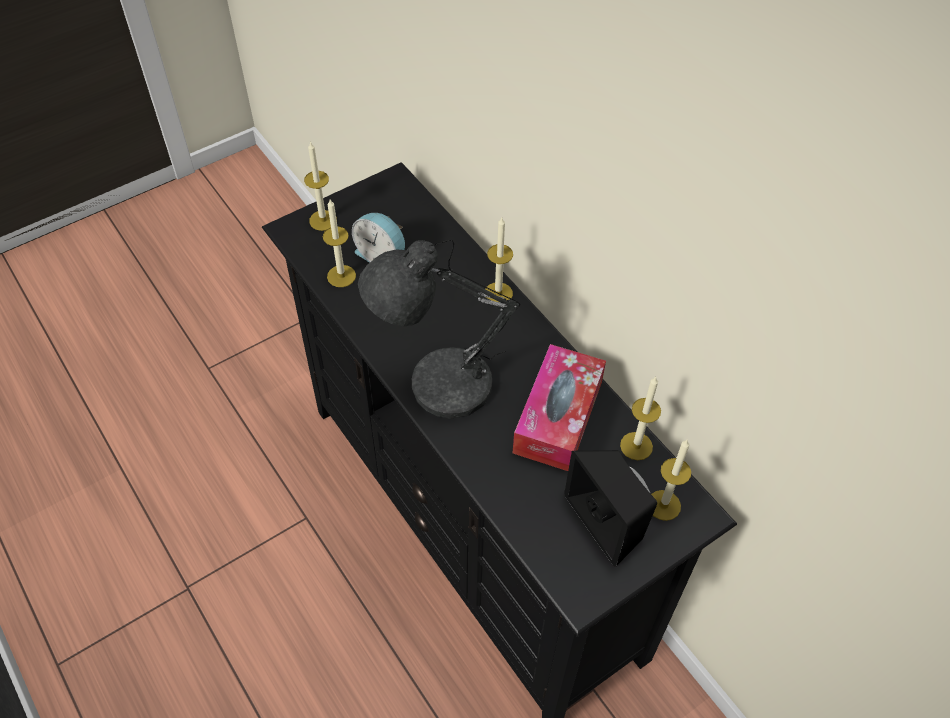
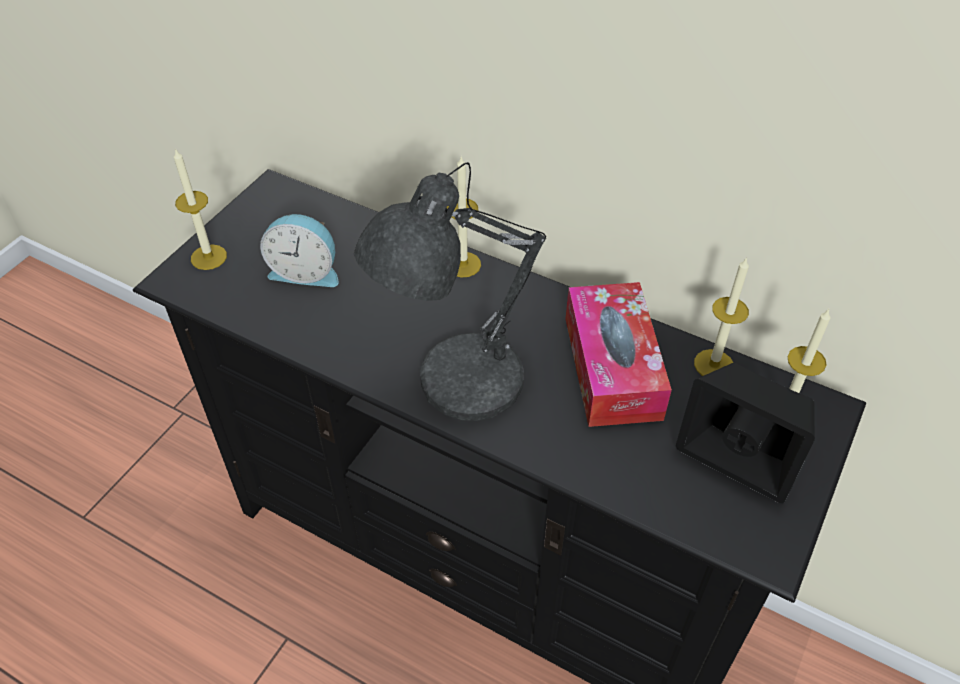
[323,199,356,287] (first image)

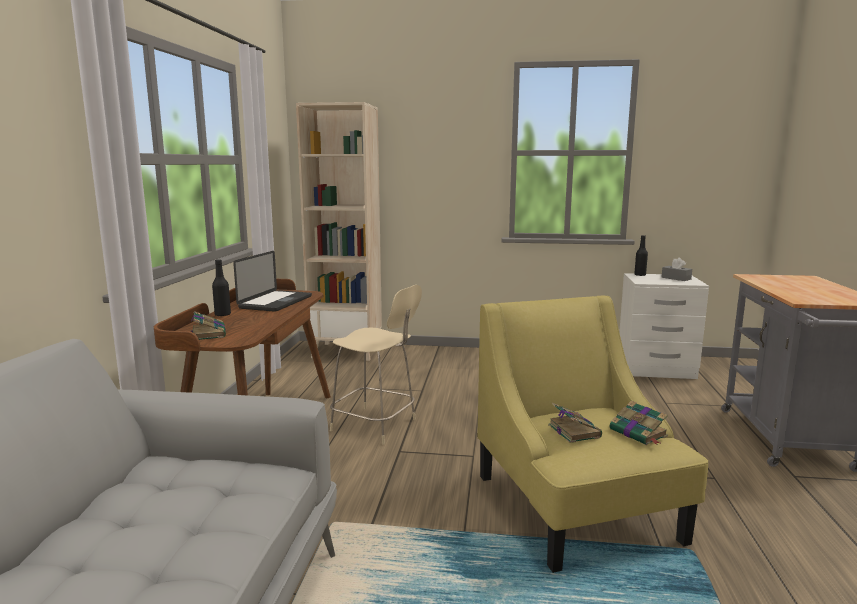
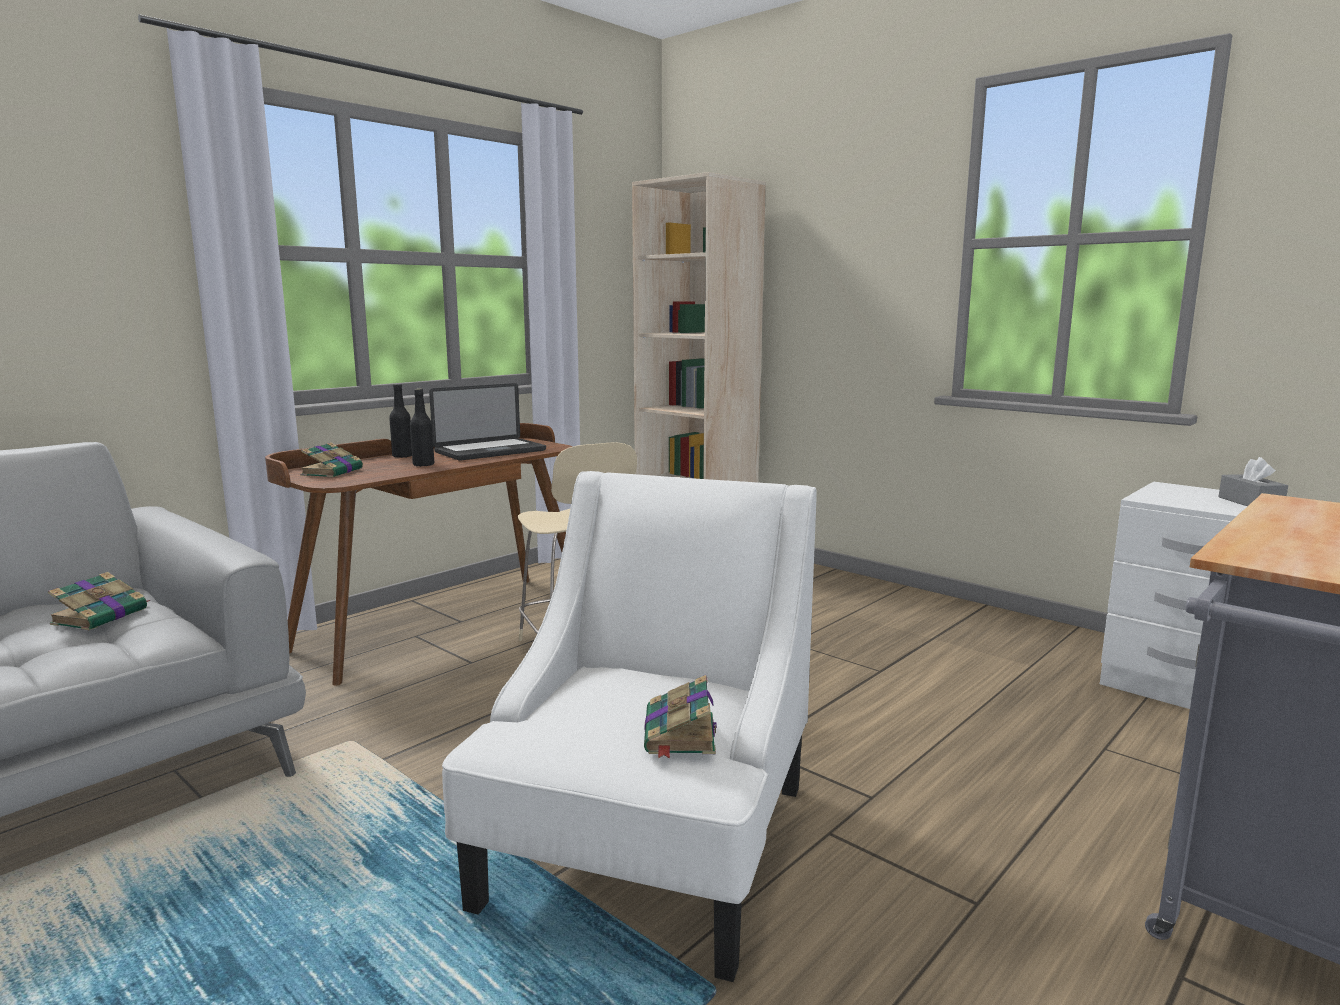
[48,572,150,630]
[410,389,434,467]
[442,471,817,982]

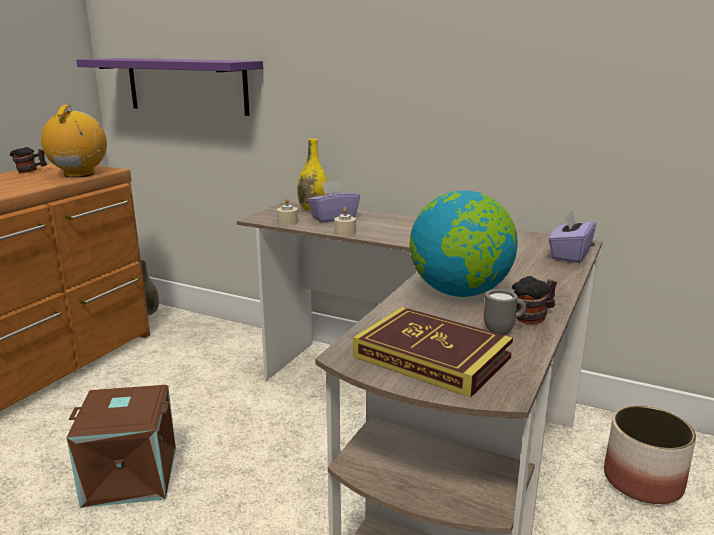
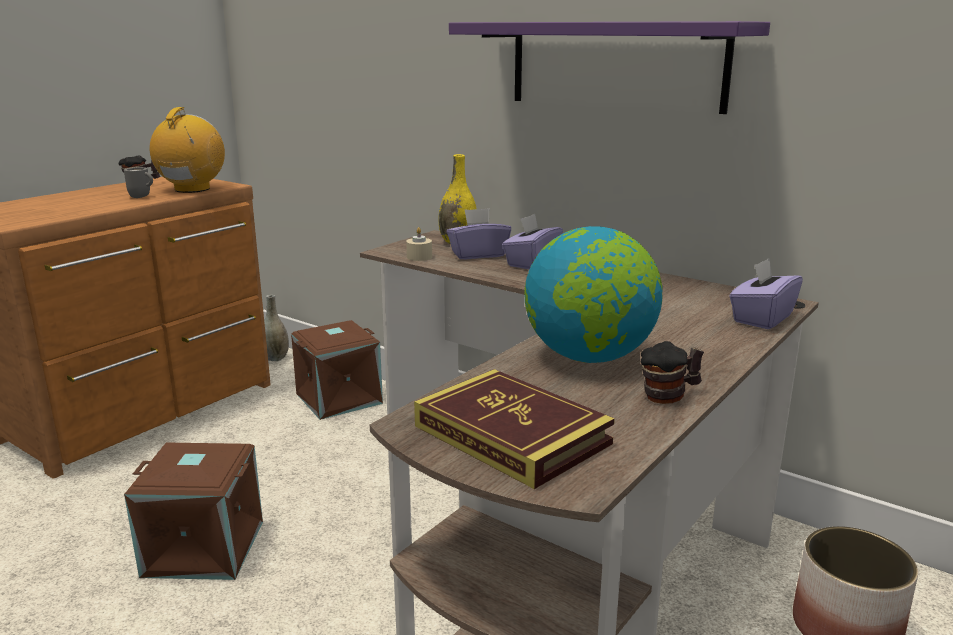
[334,207,356,236] (first image)
[291,320,383,420]
[502,214,563,269]
[449,21,770,114]
[124,167,153,198]

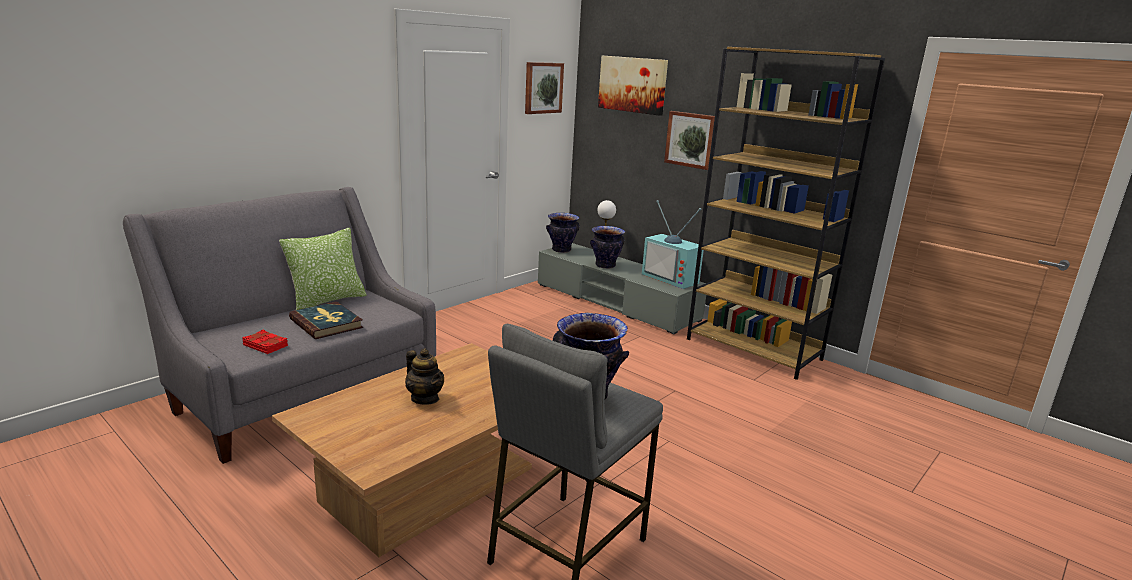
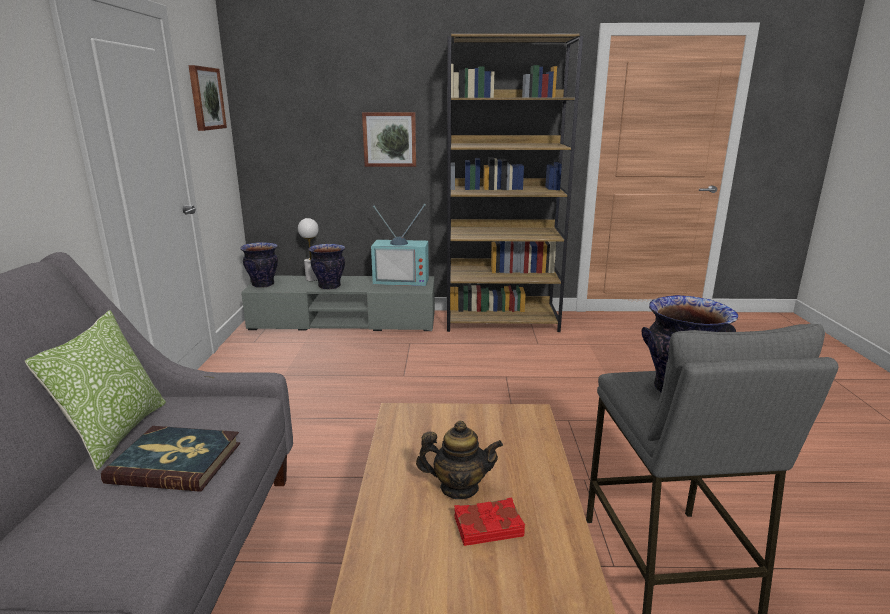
[598,56,668,116] (first image)
[454,497,525,546]

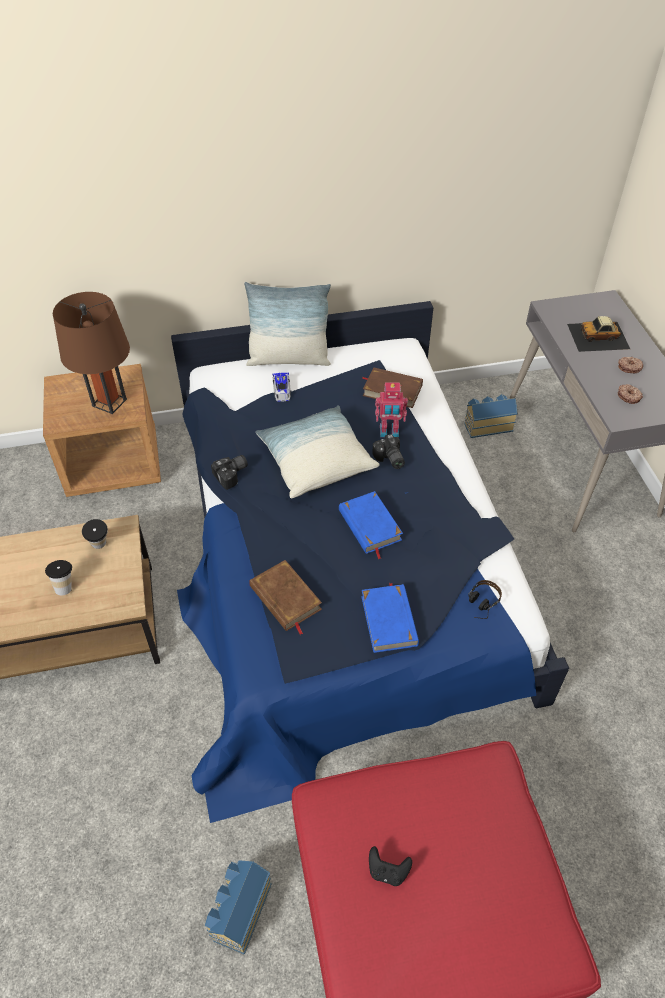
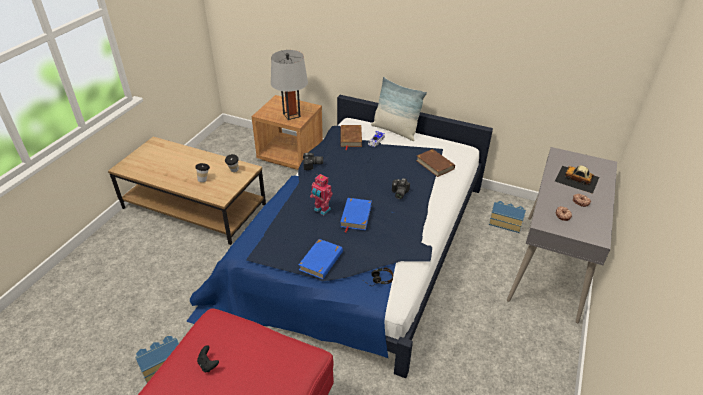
[256,406,380,498] (first image)
[340,125,362,150]
[310,174,333,215]
[271,50,308,120]

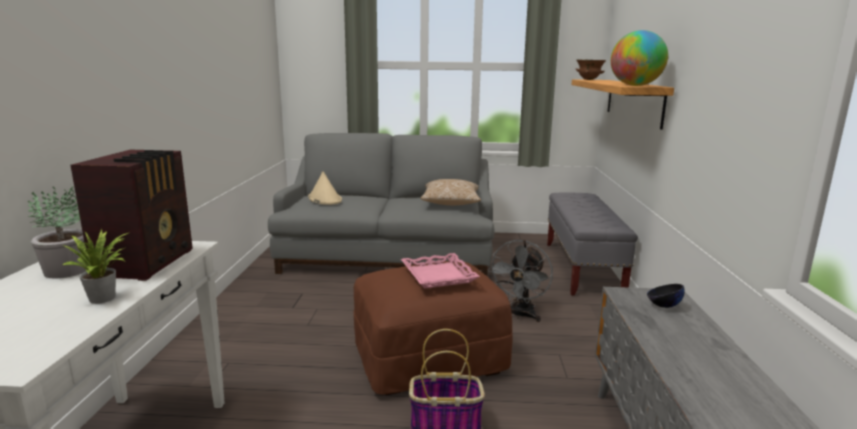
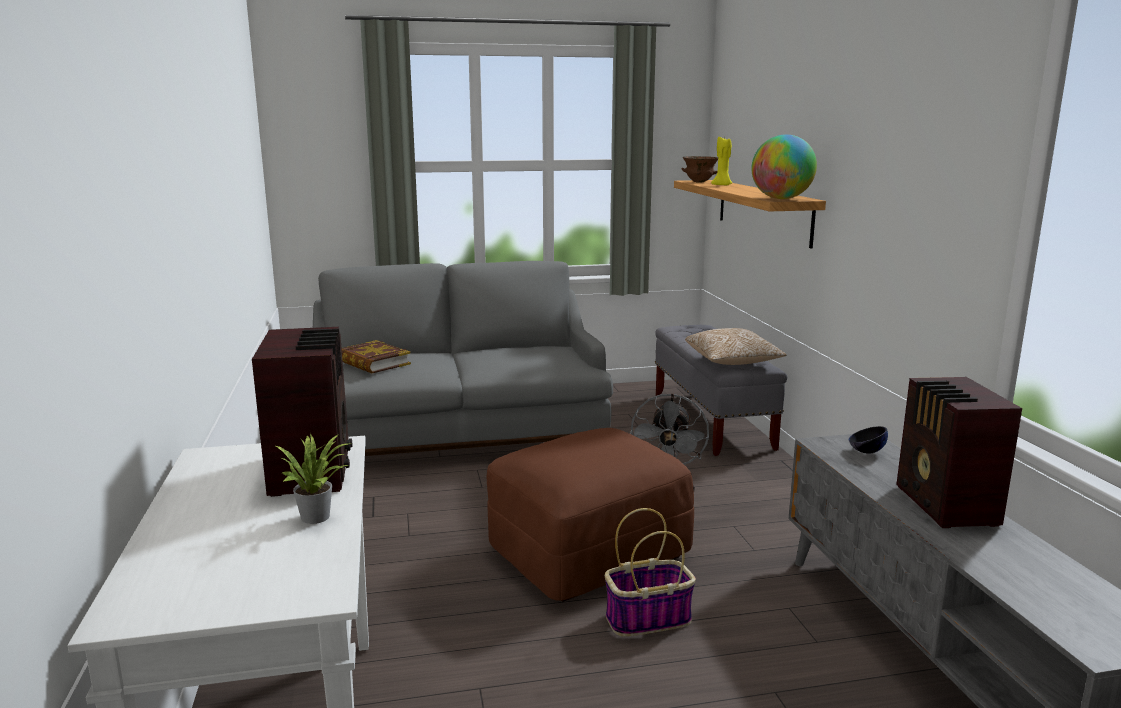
[28,186,86,279] (first image)
[401,253,480,288] (first image)
[711,137,732,185]
[896,377,1022,528]
[685,328,787,365]
[342,340,411,373]

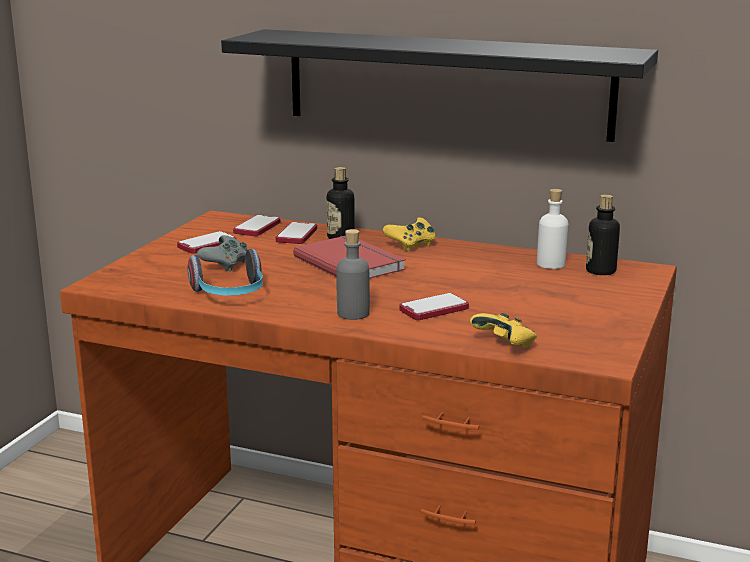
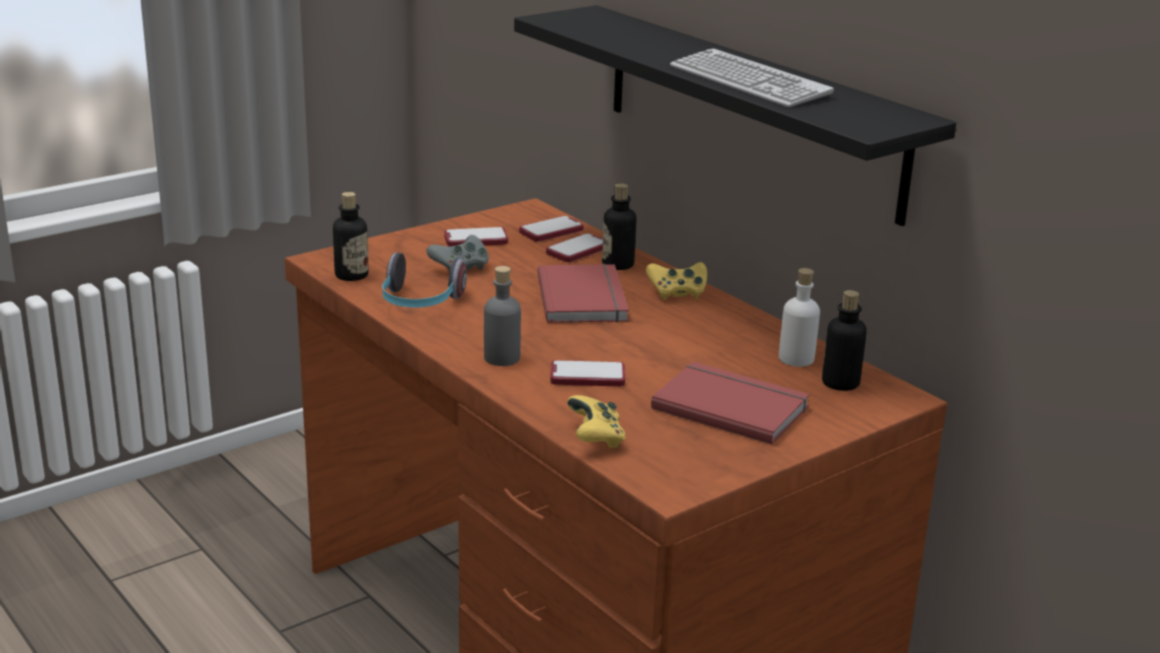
[333,192,369,281]
[651,362,810,444]
[670,49,834,107]

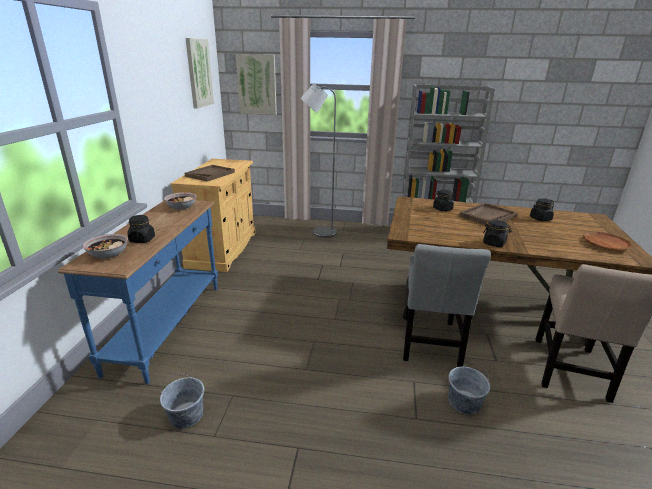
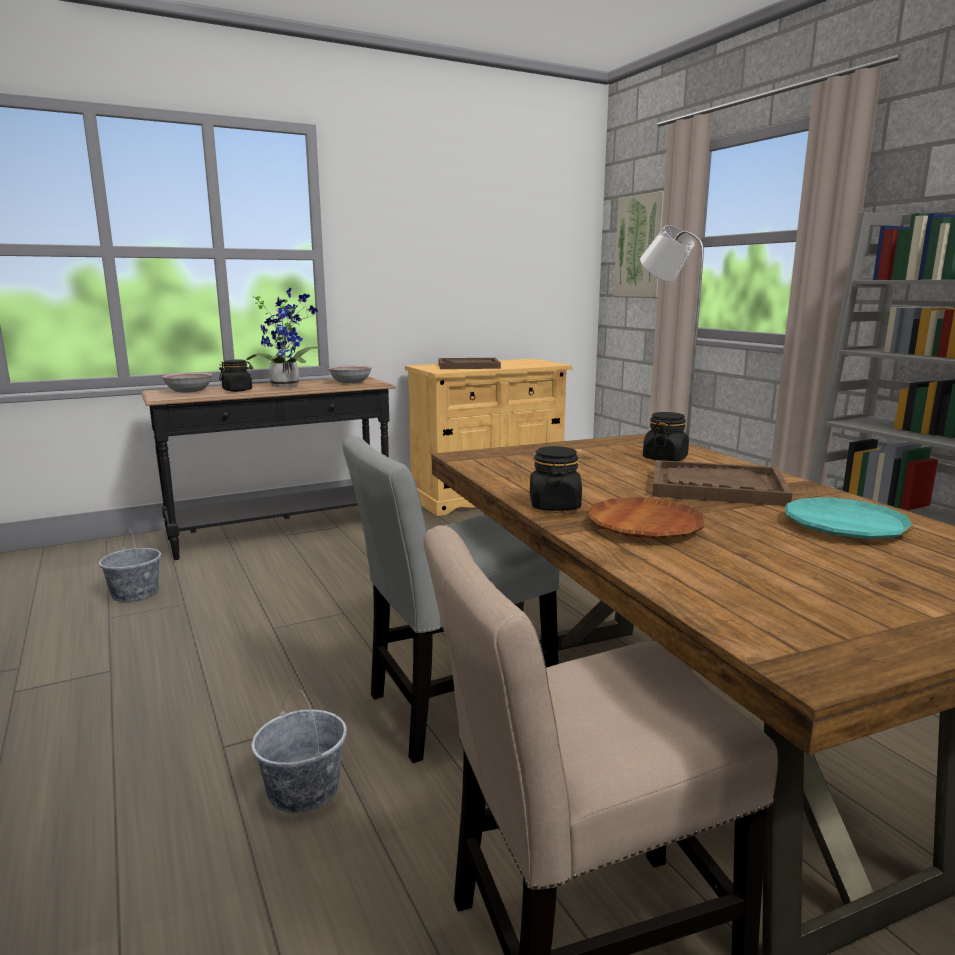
[185,38,214,108] (first image)
[246,288,319,387]
[587,497,705,539]
[785,497,914,539]
[141,377,396,560]

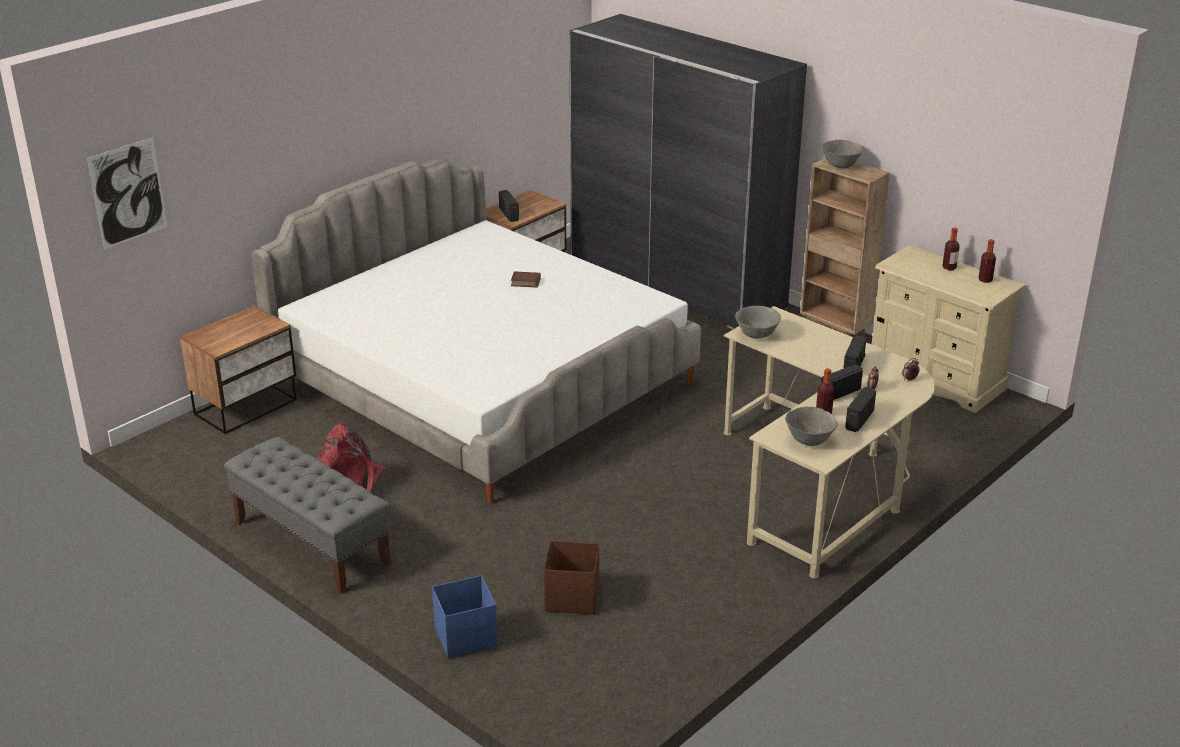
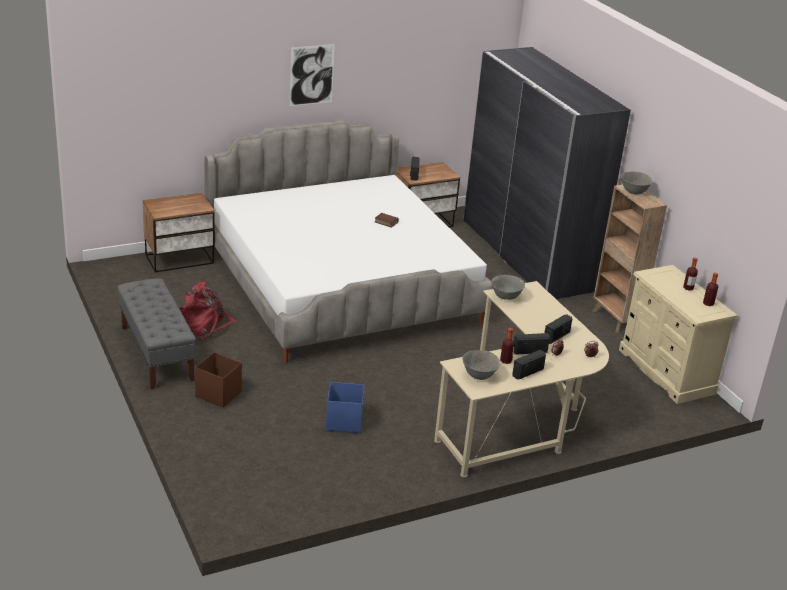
[289,44,335,106]
[326,382,364,433]
[195,352,242,407]

